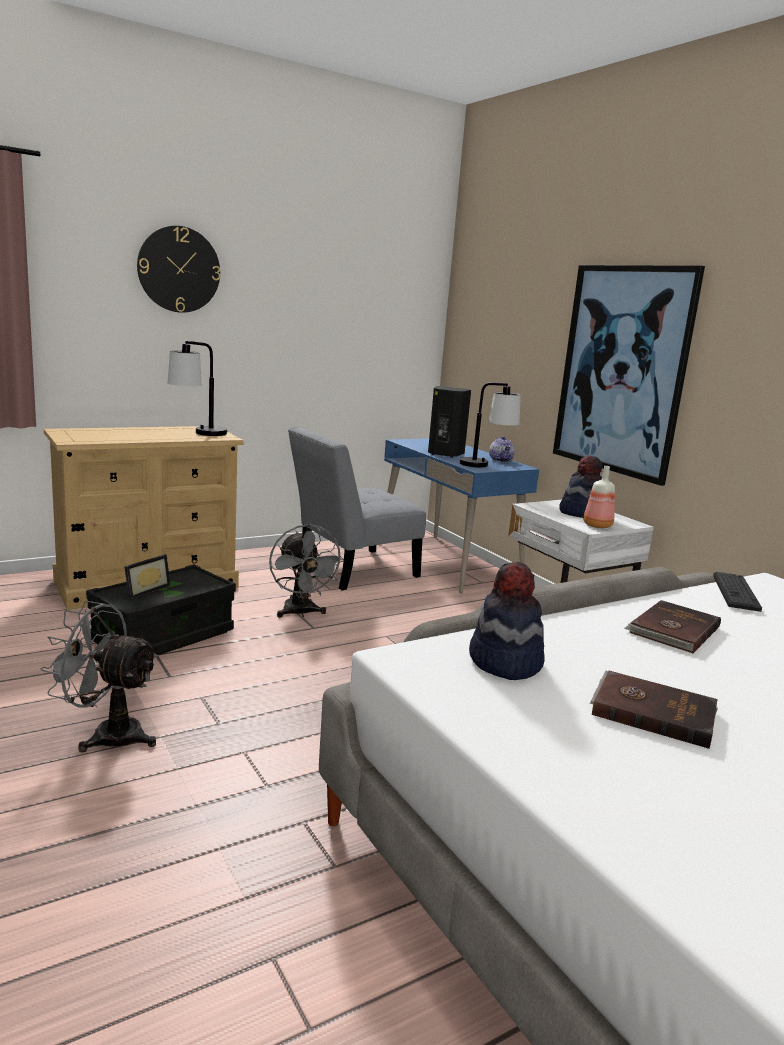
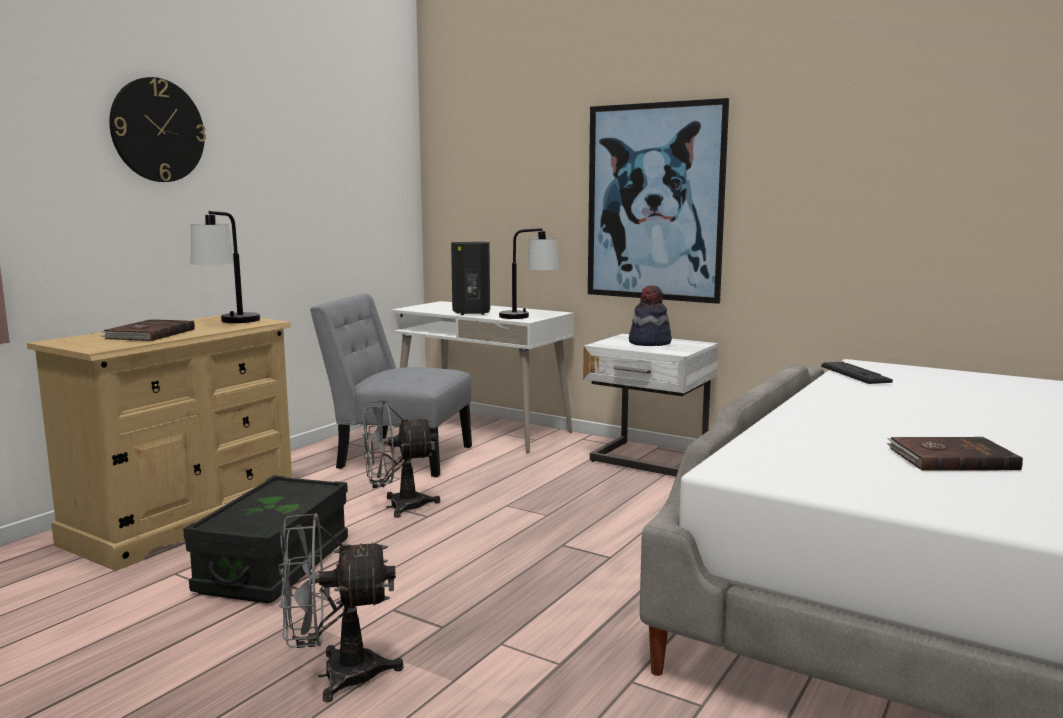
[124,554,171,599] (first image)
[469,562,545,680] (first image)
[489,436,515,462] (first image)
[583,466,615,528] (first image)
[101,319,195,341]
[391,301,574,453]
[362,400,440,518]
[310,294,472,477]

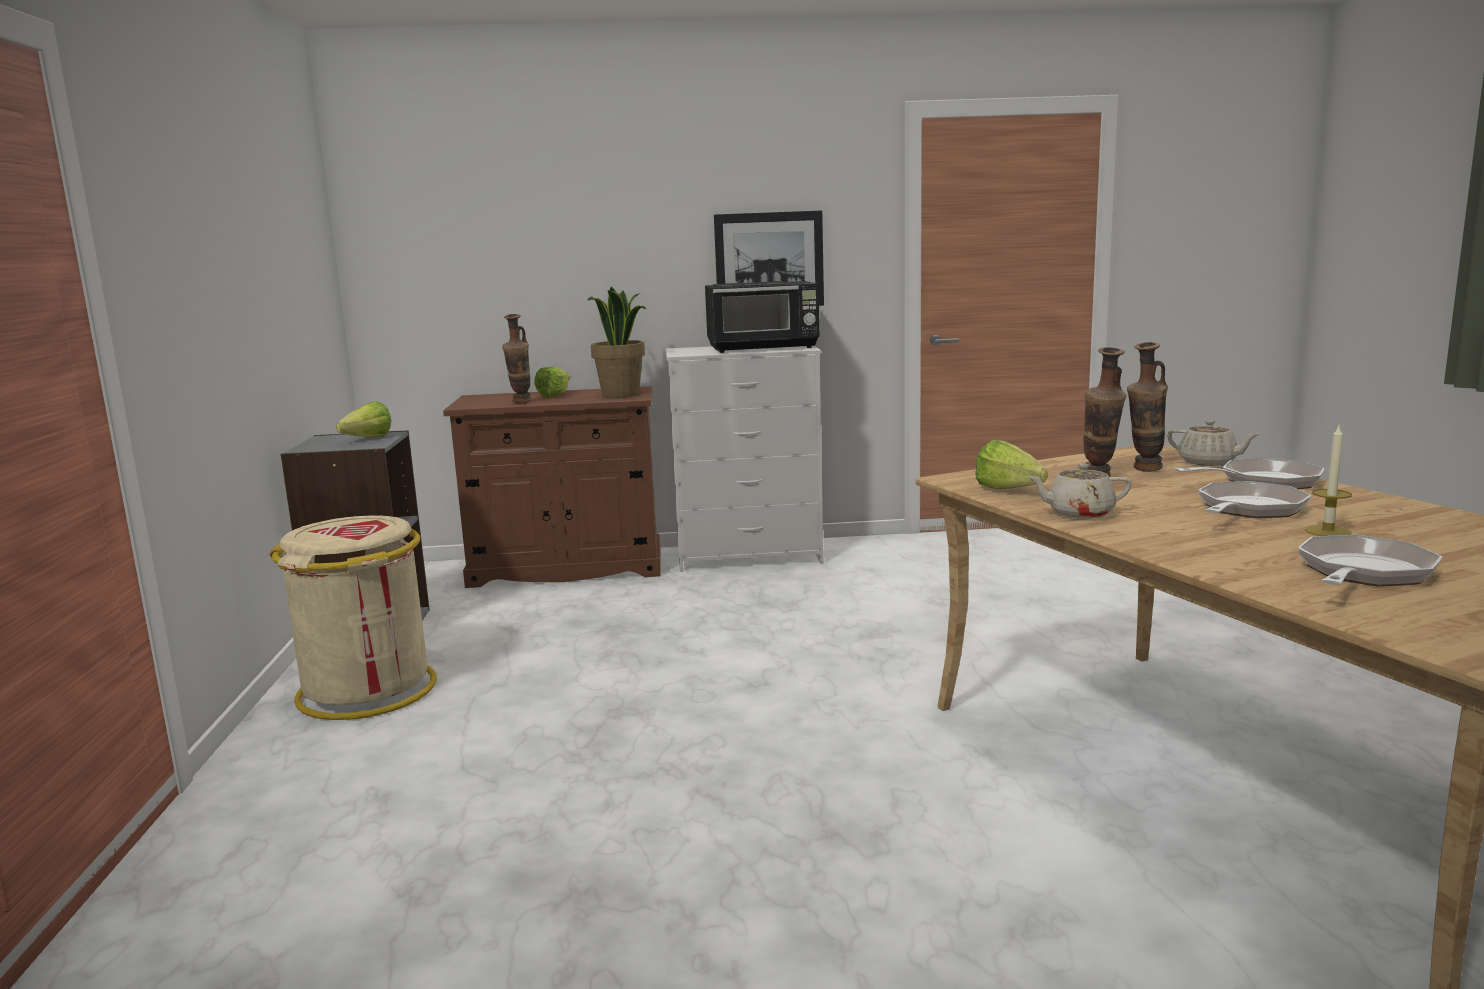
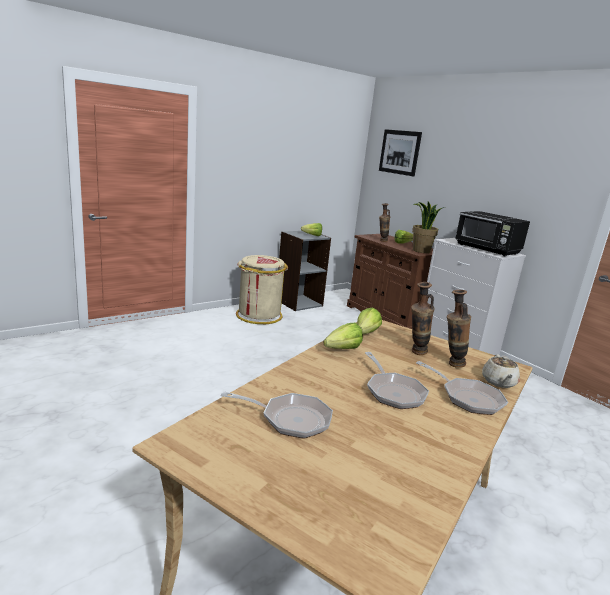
[1305,423,1352,536] (first image)
[379,129,422,176]
[324,323,363,349]
[365,352,429,409]

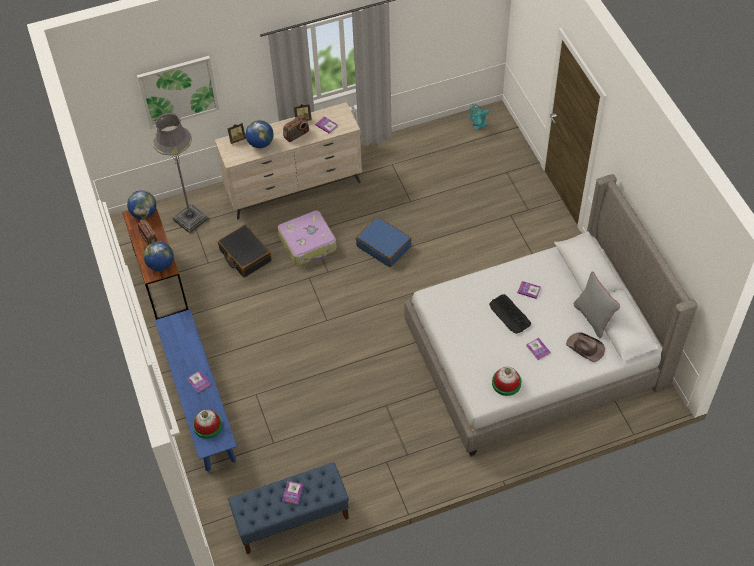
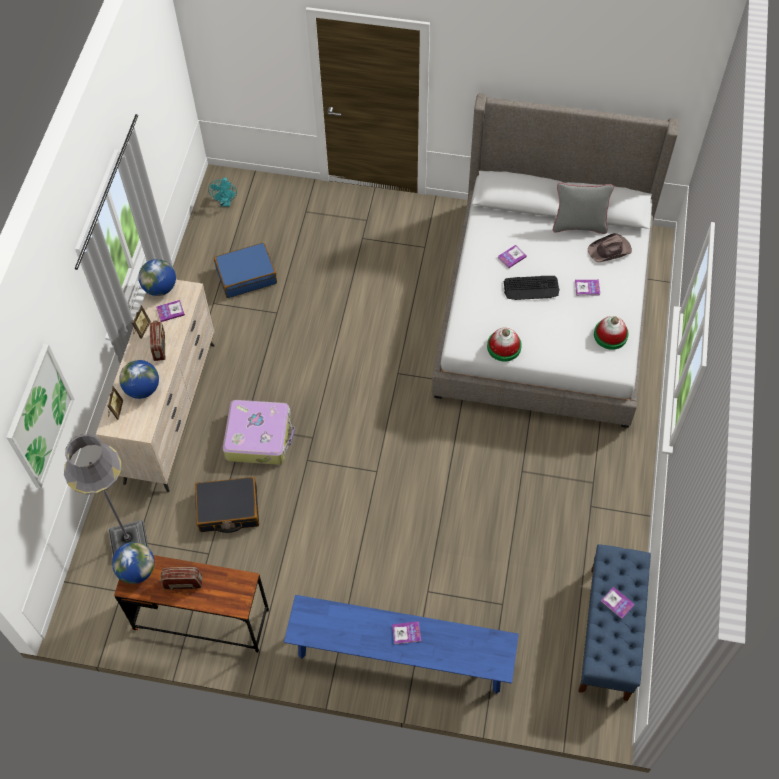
[138,259,176,296]
[487,328,522,362]
[214,243,277,298]

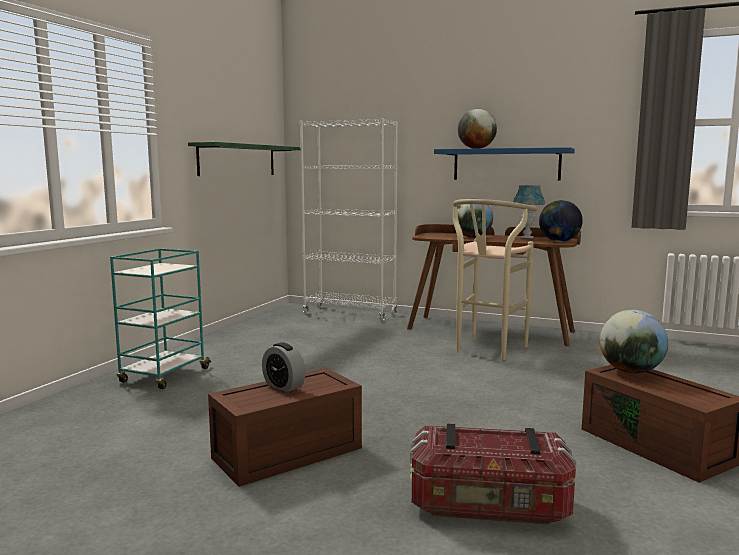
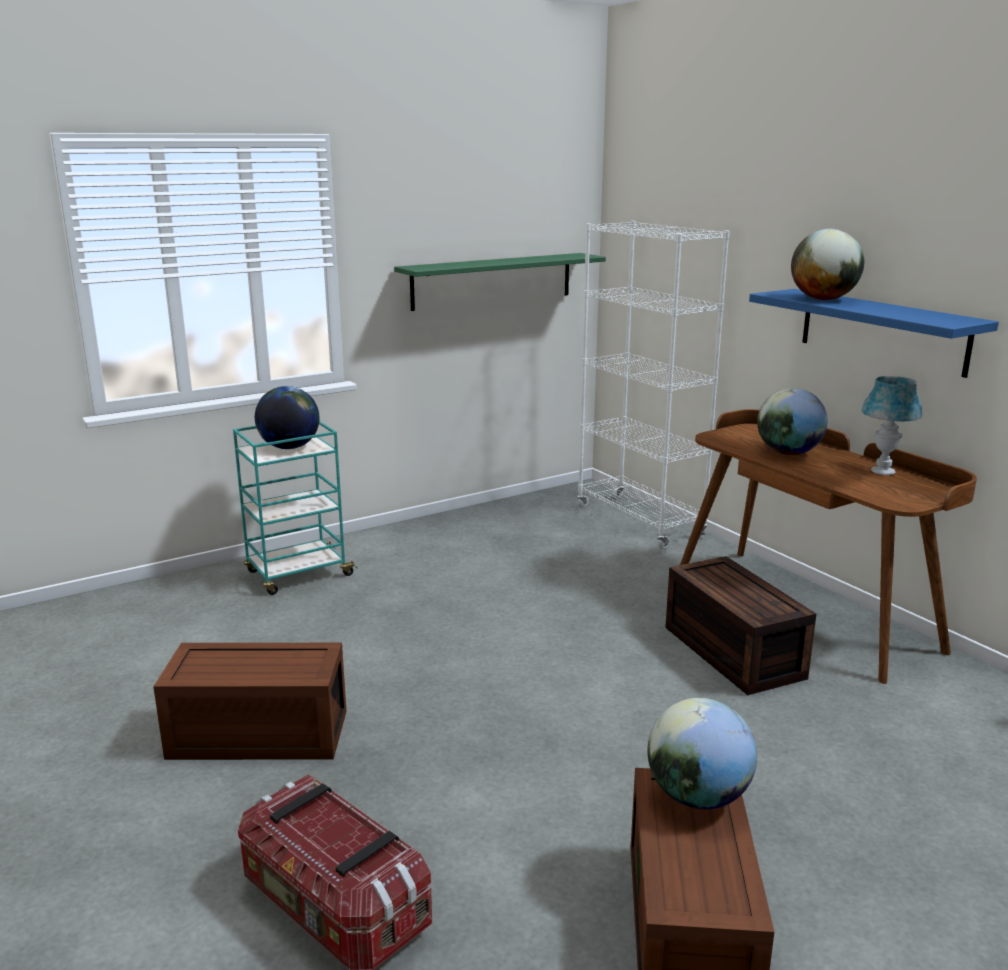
[262,342,306,392] (first image)
[255,386,320,449]
[665,556,816,695]

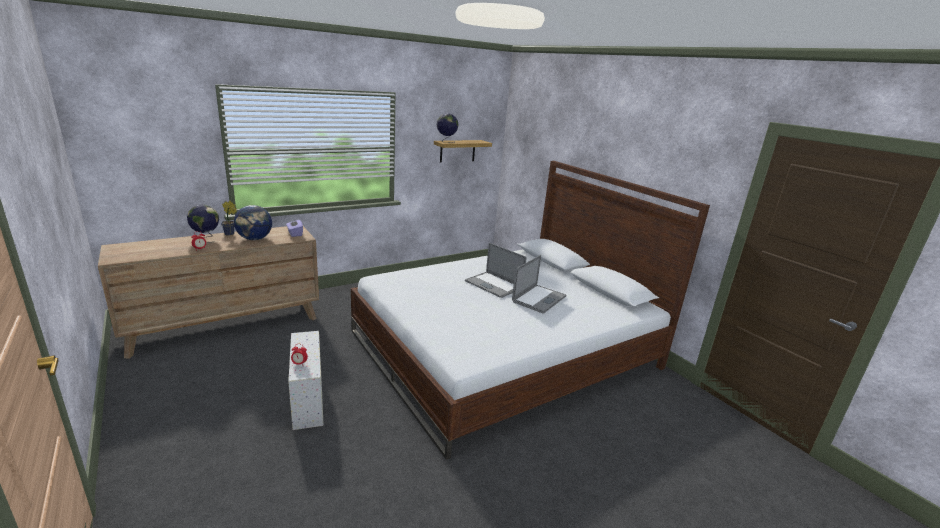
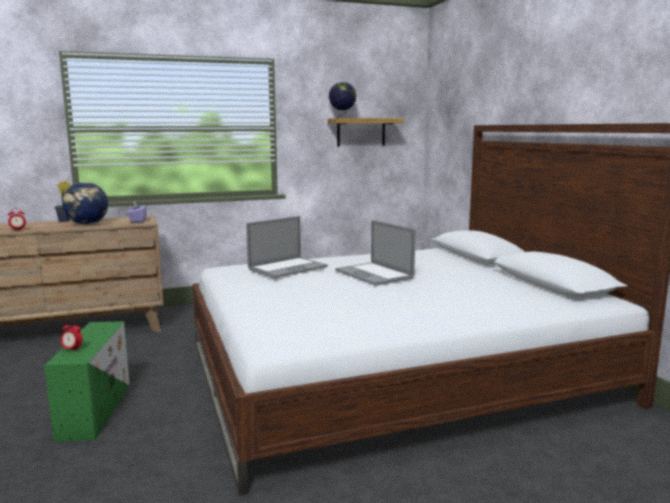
[187,205,219,243] (first image)
[246,216,328,278]
[44,321,130,442]

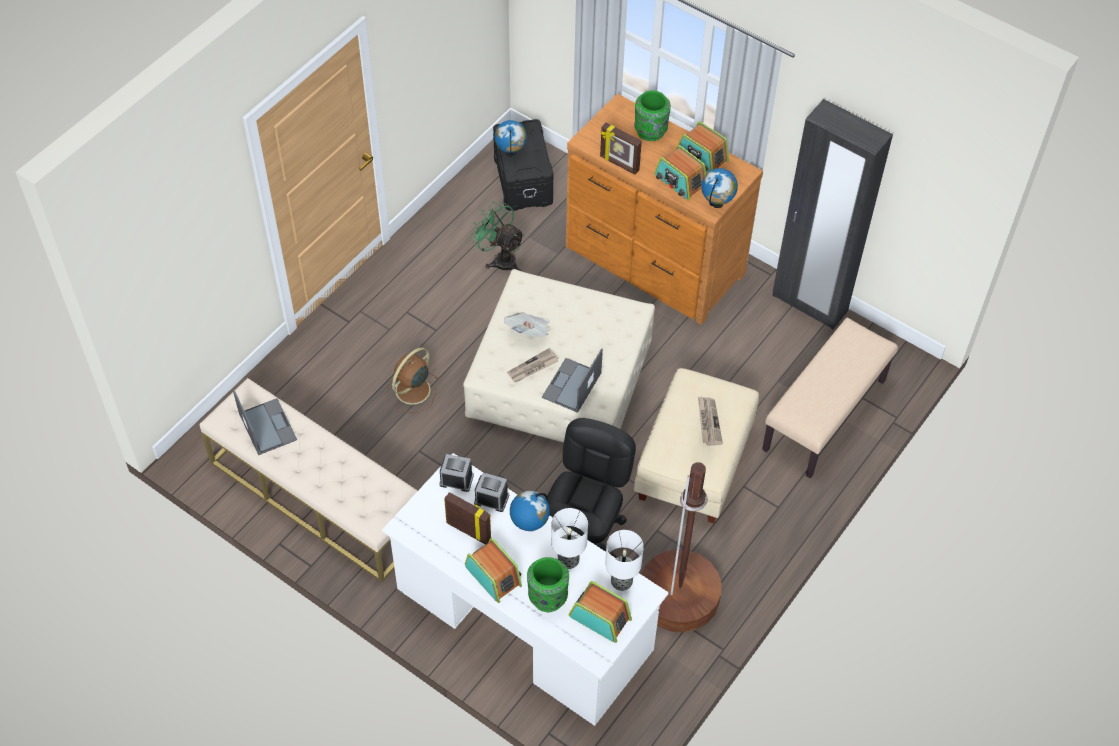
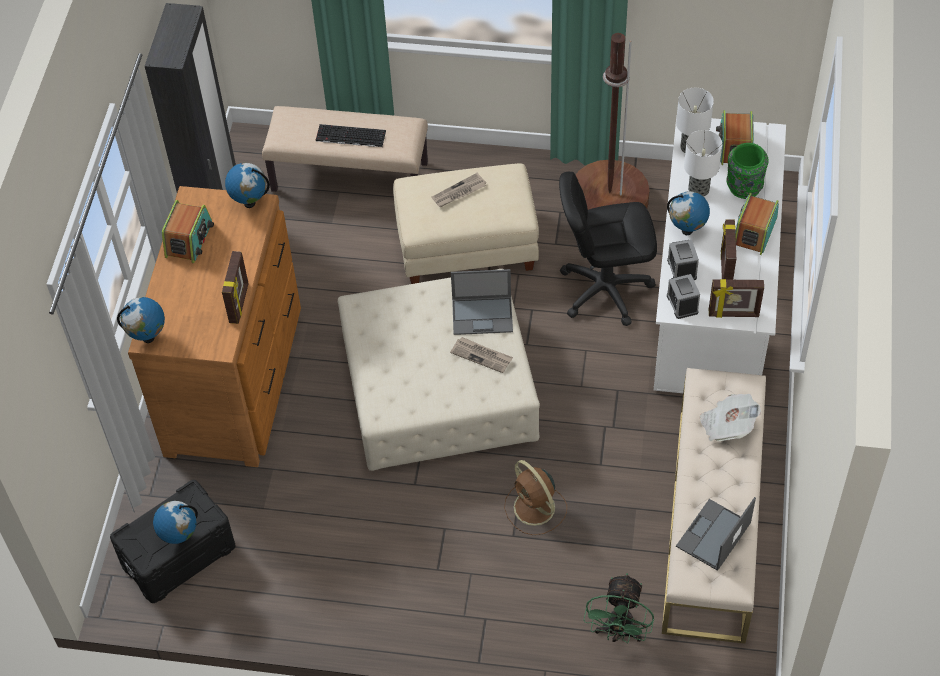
[634,90,671,141] (first image)
[654,145,706,201] (first image)
[117,297,165,343]
[316,124,386,147]
[709,279,764,318]
[583,573,654,643]
[699,394,761,441]
[504,460,567,535]

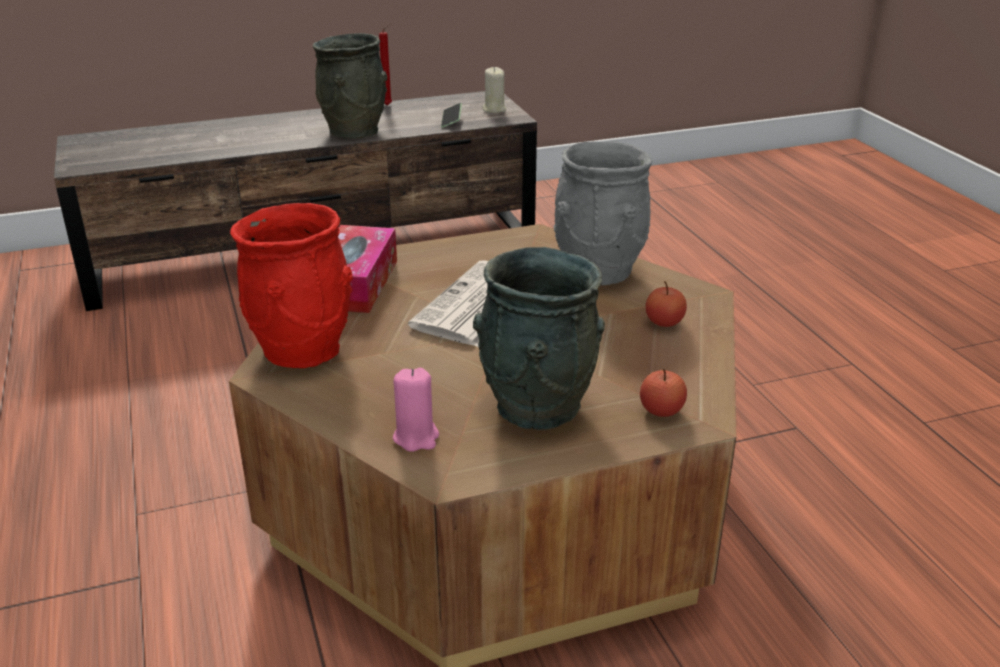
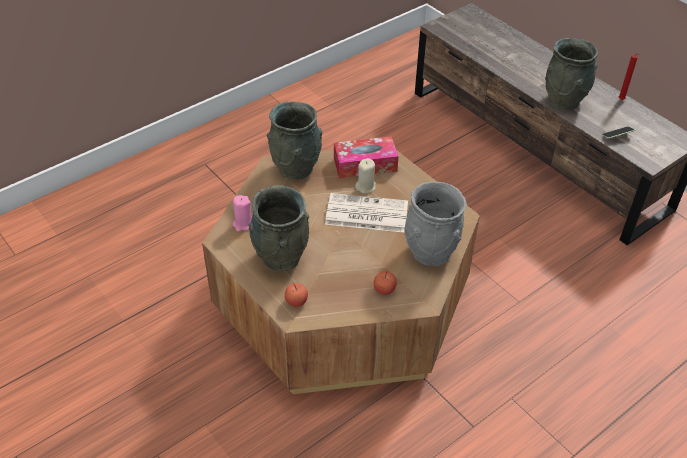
[355,158,376,194]
[267,102,322,180]

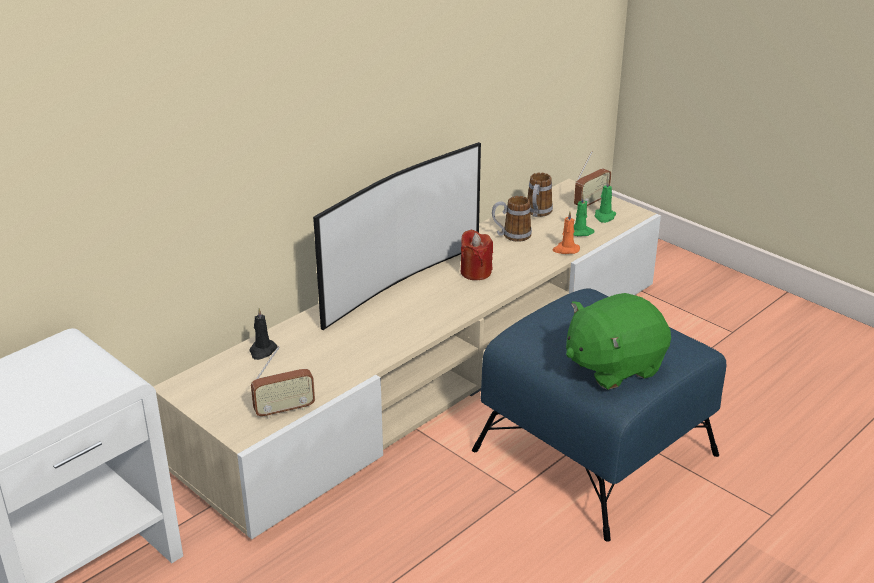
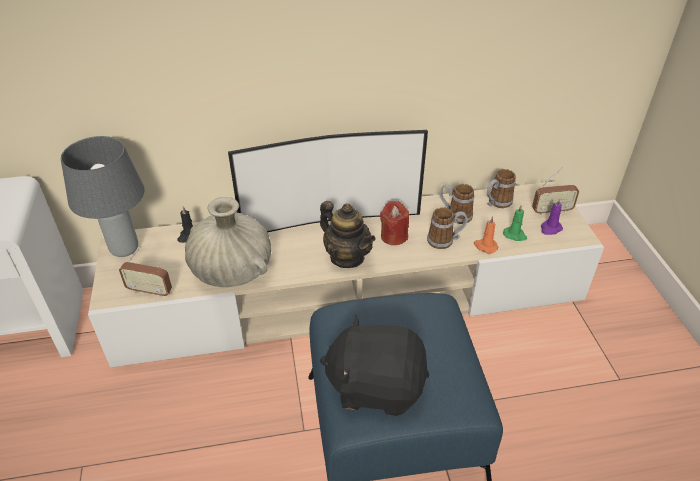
[61,136,145,257]
[185,197,271,287]
[320,201,376,268]
[427,207,468,249]
[320,314,429,416]
[541,198,563,235]

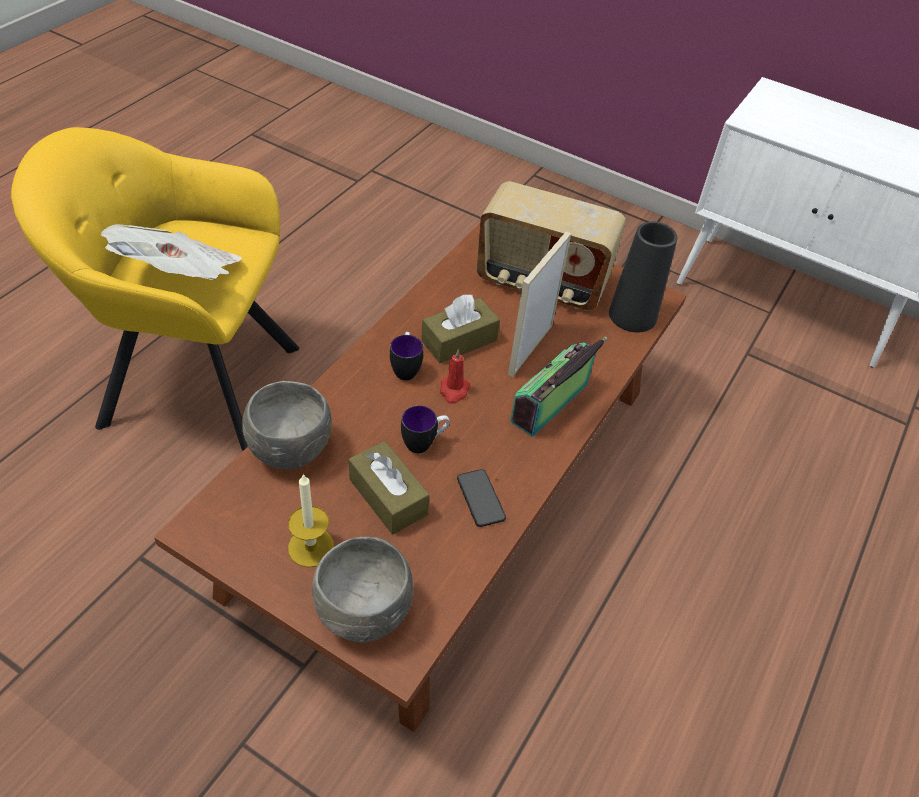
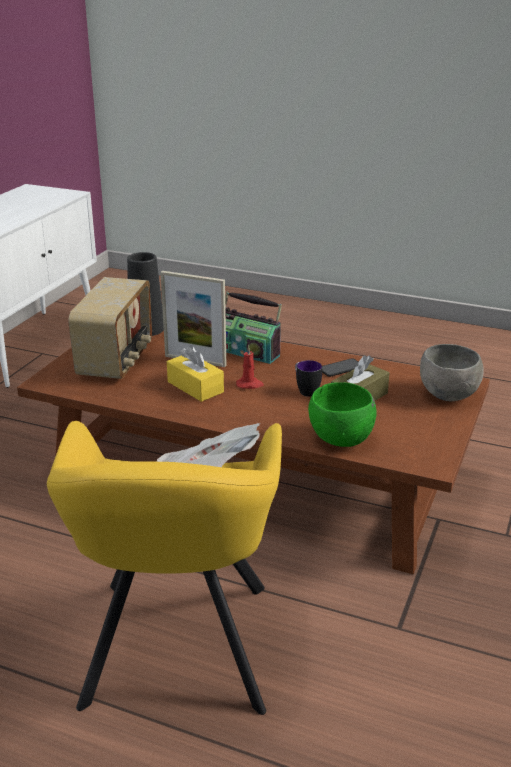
[288,474,334,568] (first image)
[390,332,423,380] (first image)
[308,382,377,447]
[167,345,224,402]

